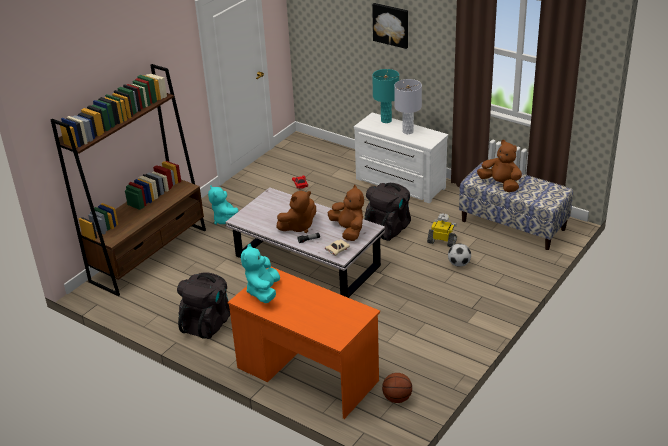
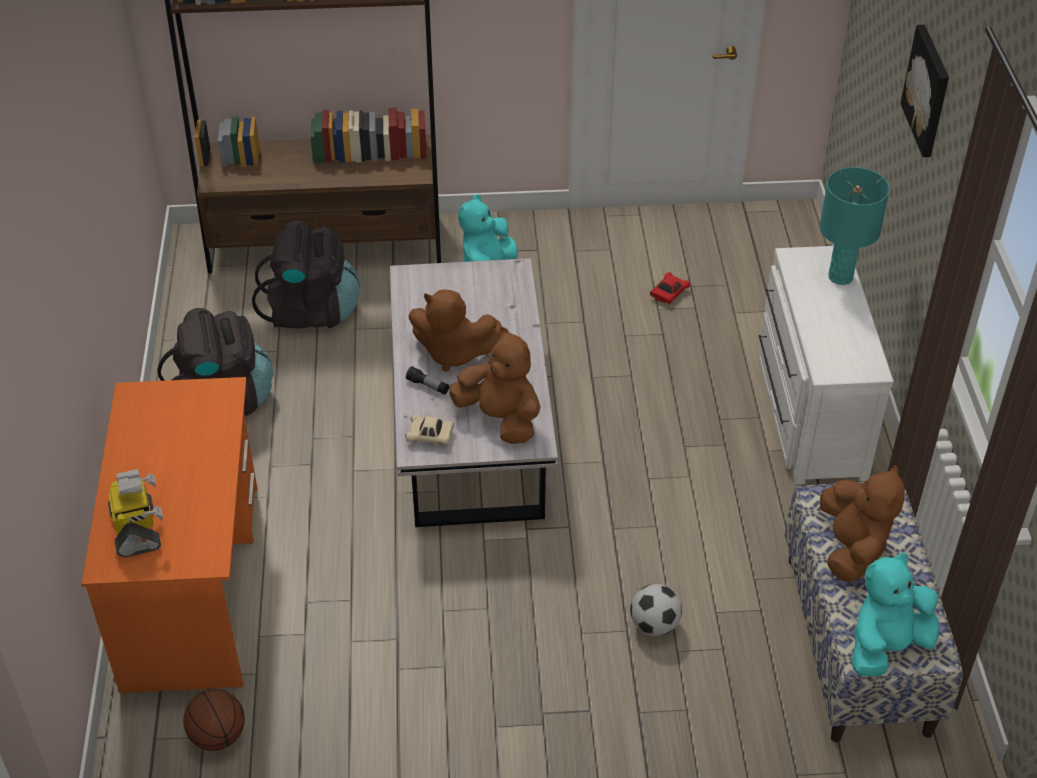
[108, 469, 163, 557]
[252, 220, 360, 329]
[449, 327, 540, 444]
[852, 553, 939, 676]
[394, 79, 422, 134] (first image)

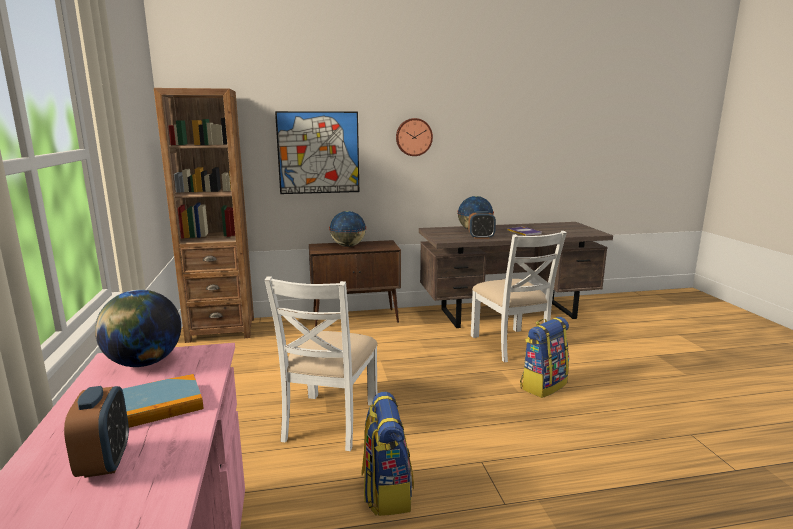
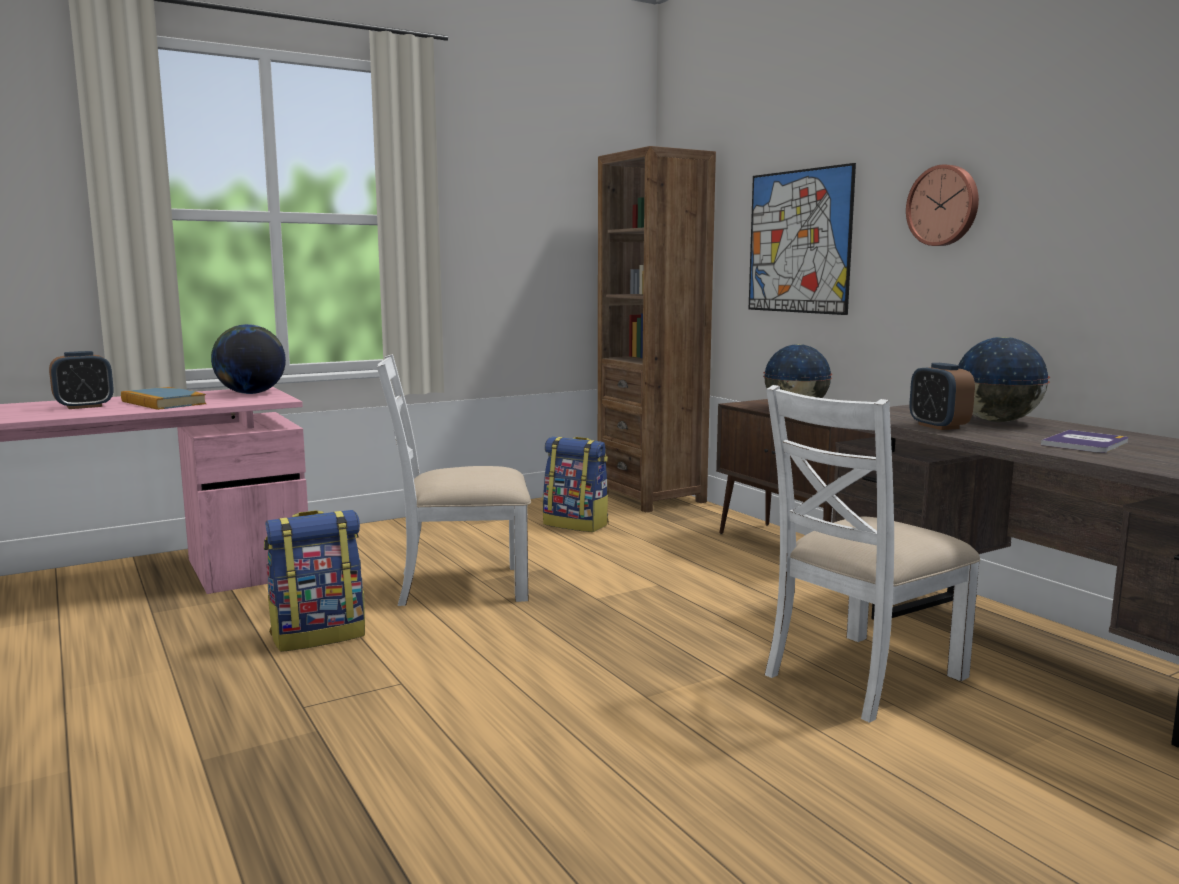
[543, 437, 609, 532]

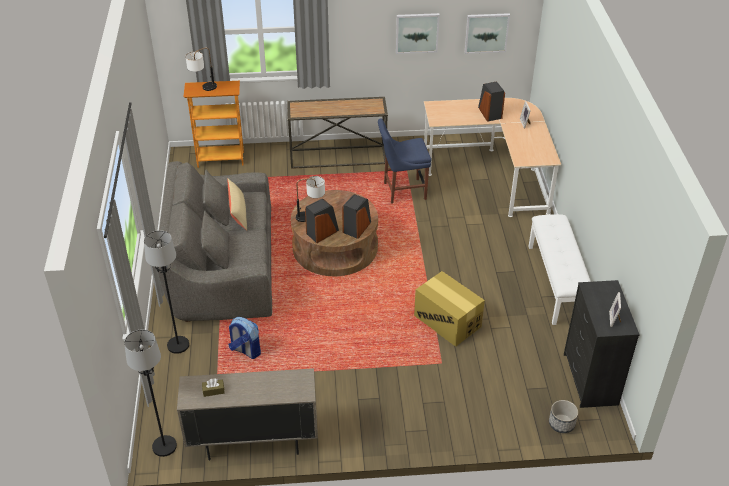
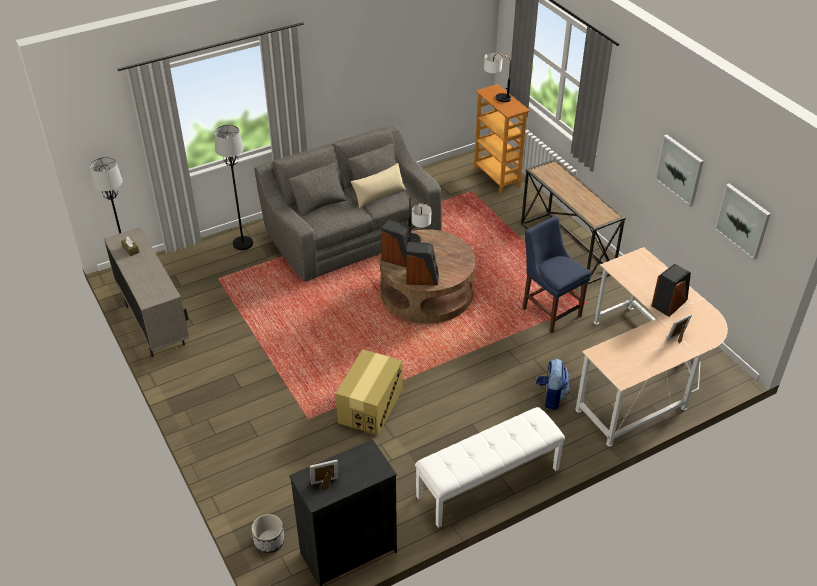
[536, 359, 570, 410]

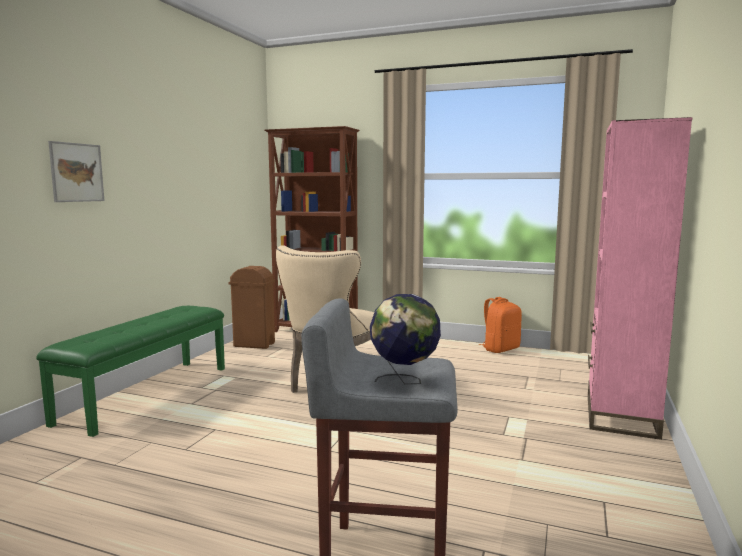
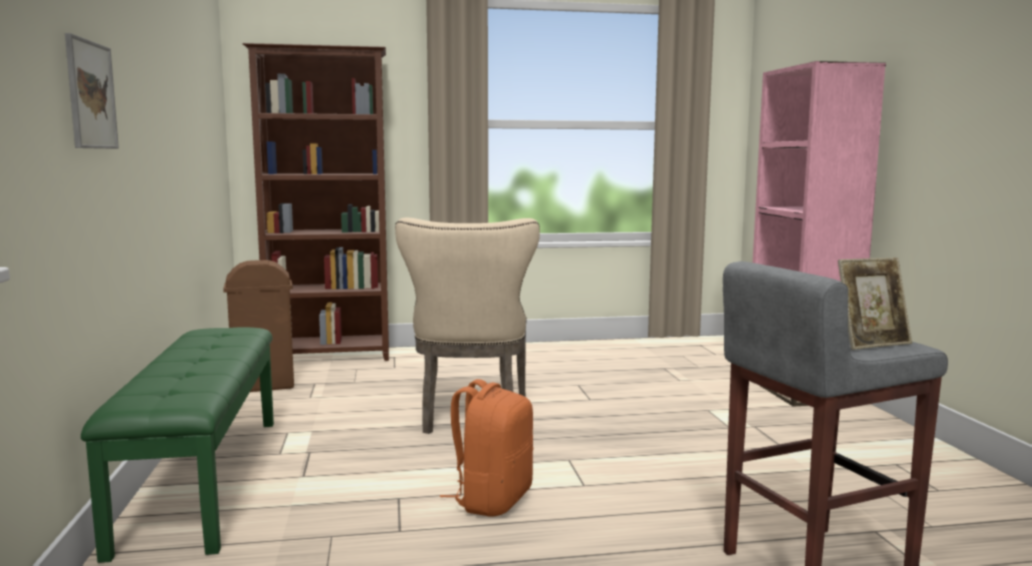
[440, 379, 533, 517]
[838, 258, 912, 350]

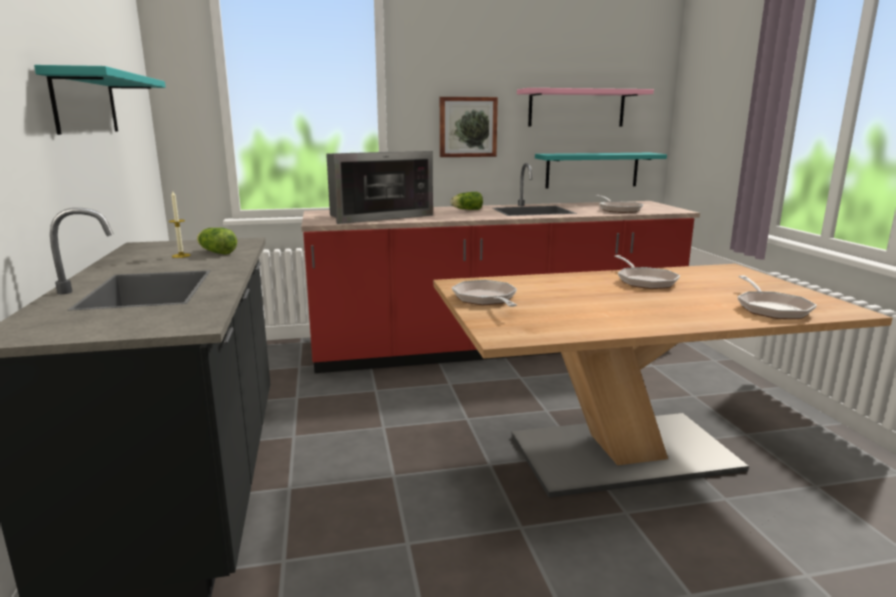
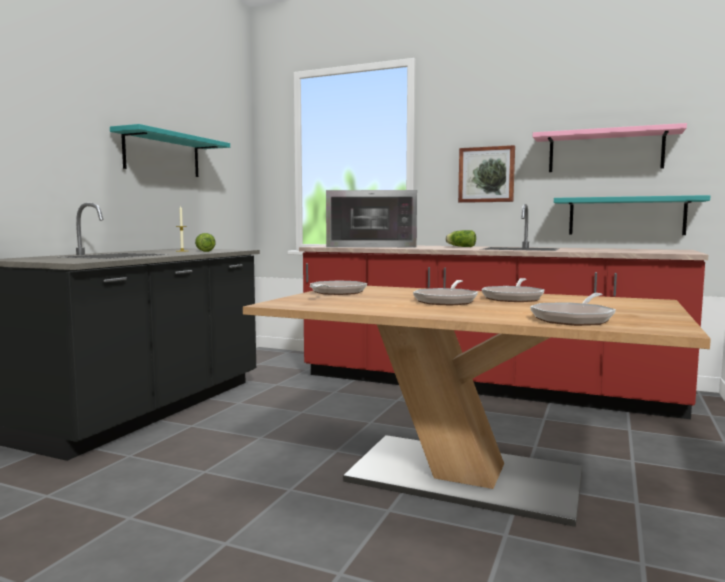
[413, 280, 478, 306]

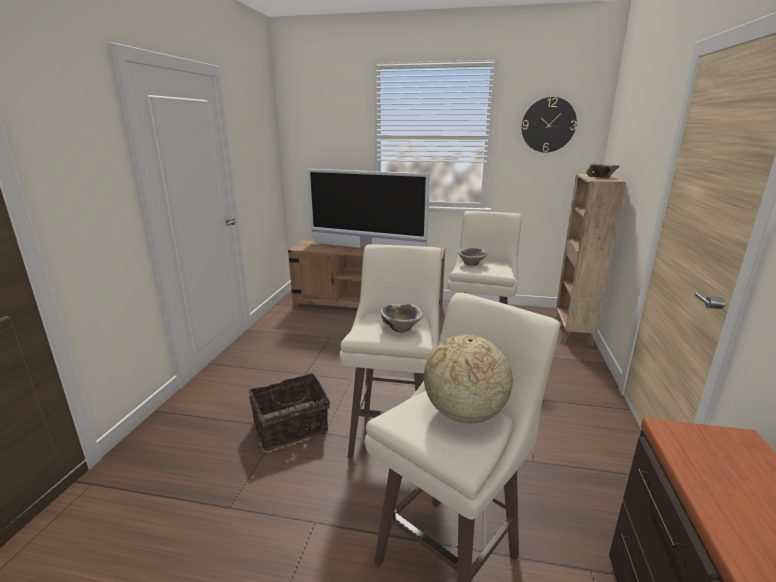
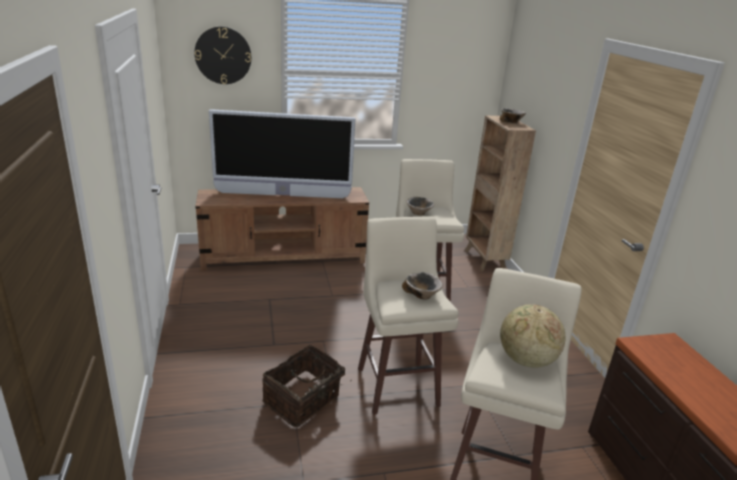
[194, 27, 251, 84]

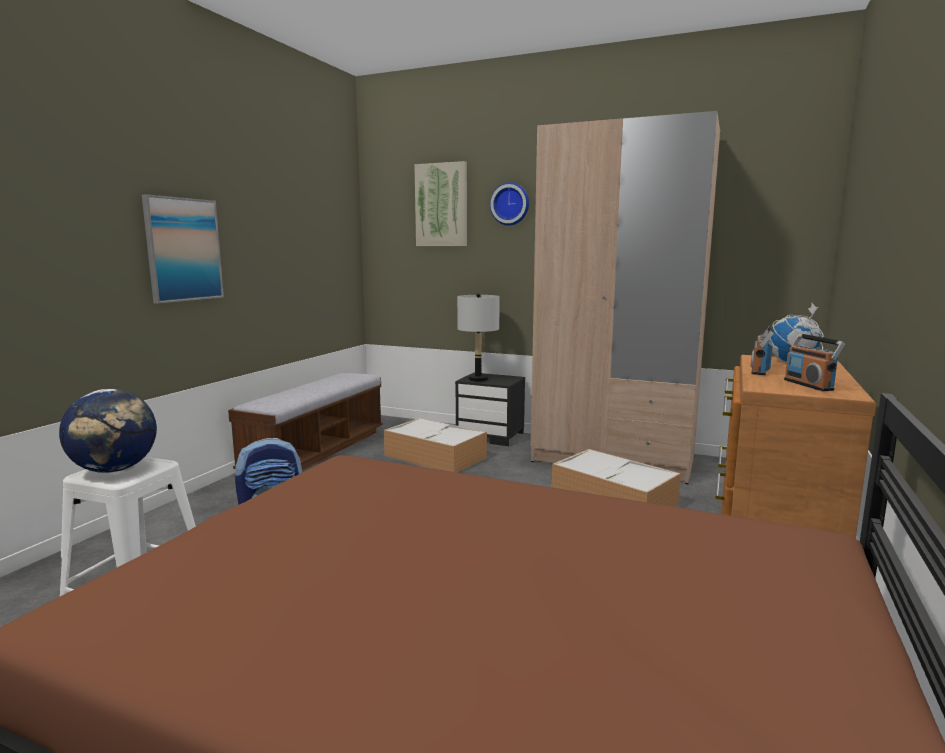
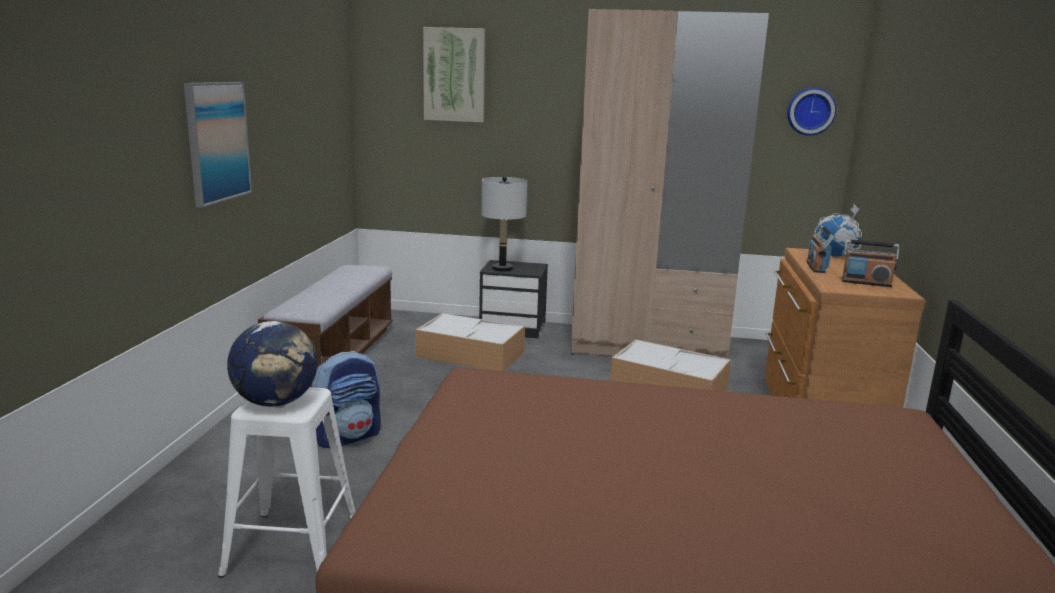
[787, 87, 836, 136]
[842, 239, 899, 287]

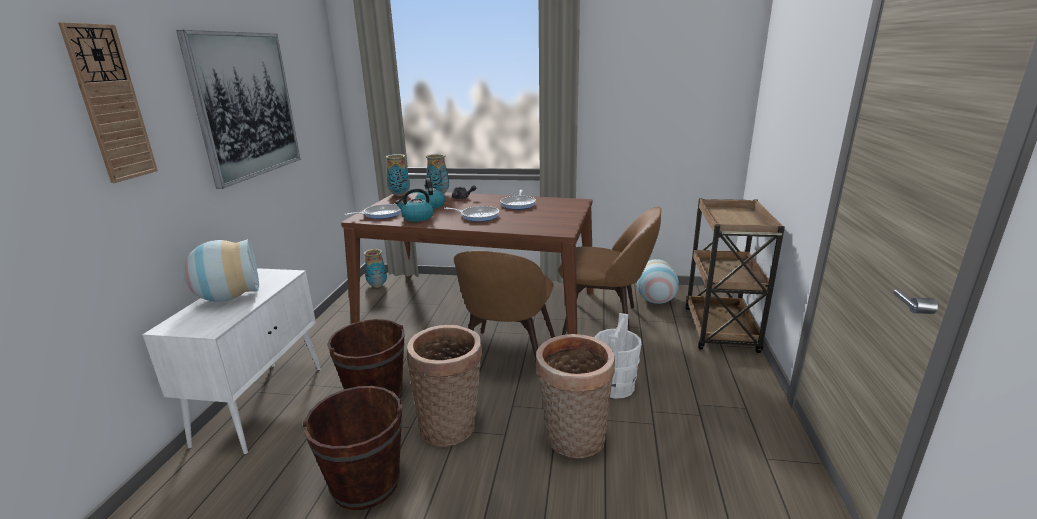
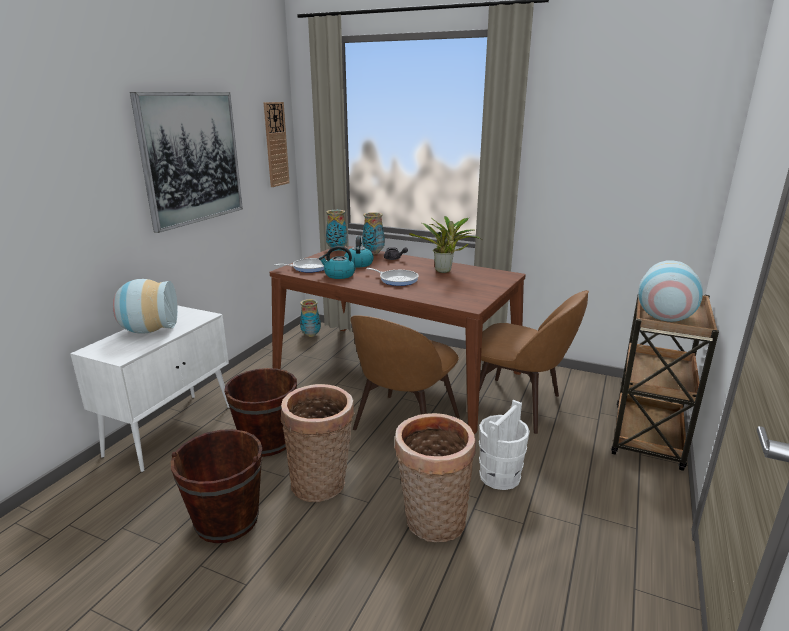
[263, 102, 290, 187]
[409, 216, 482, 273]
[638, 260, 703, 322]

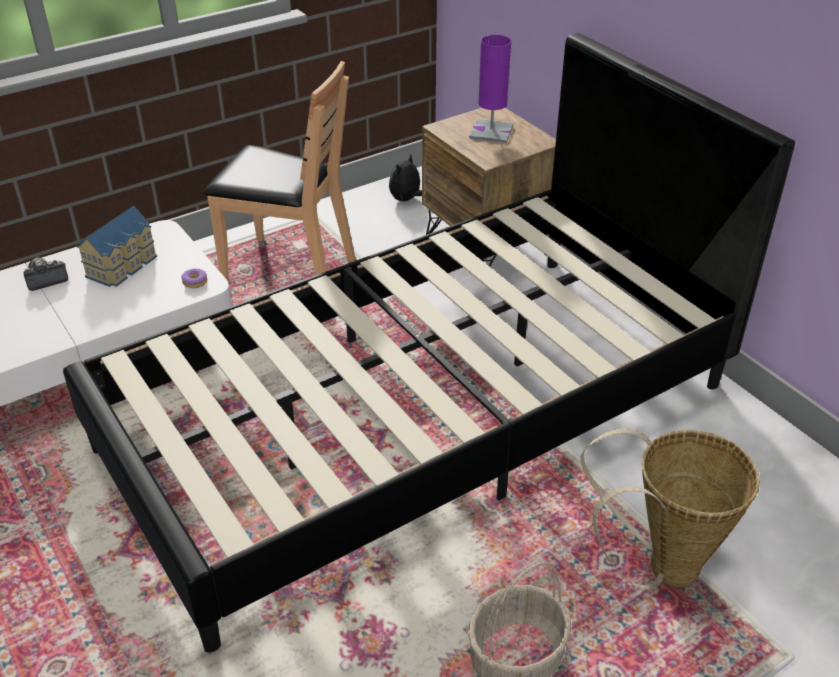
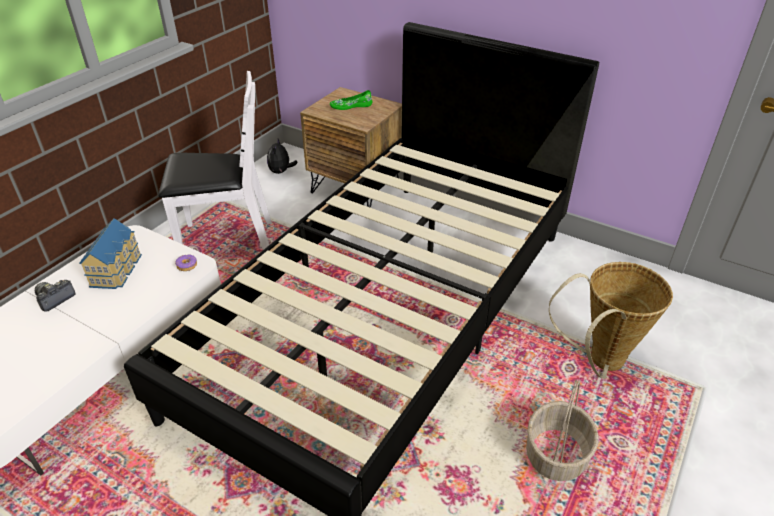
[158, 71, 272, 250]
[330, 90, 372, 110]

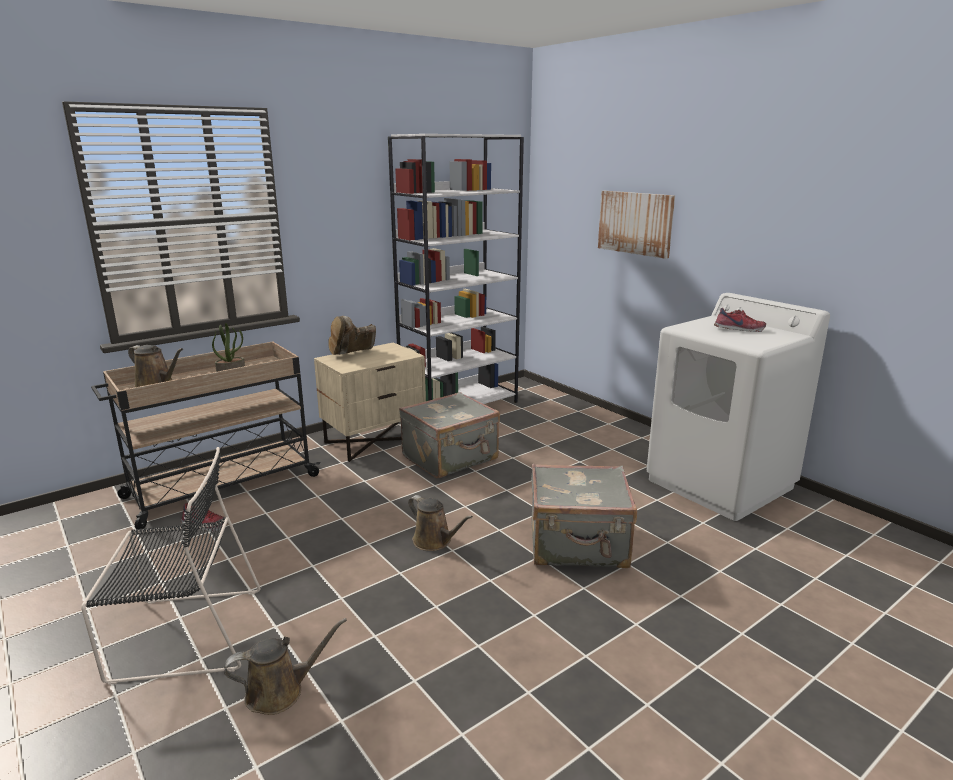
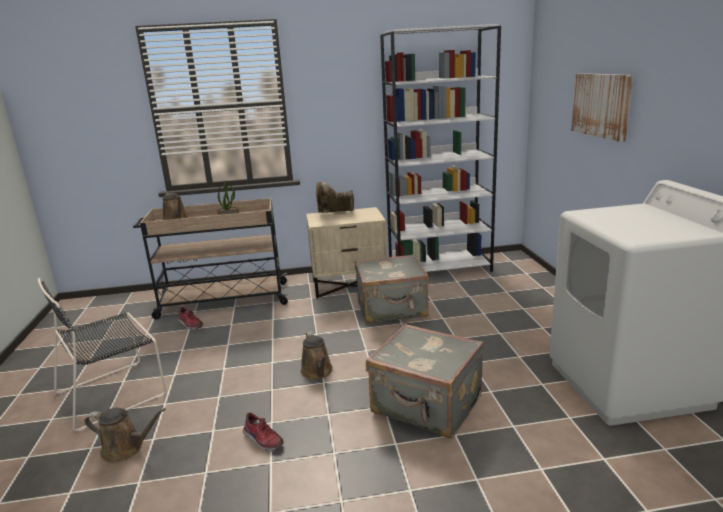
[38, 278, 166, 431]
[243, 413, 284, 452]

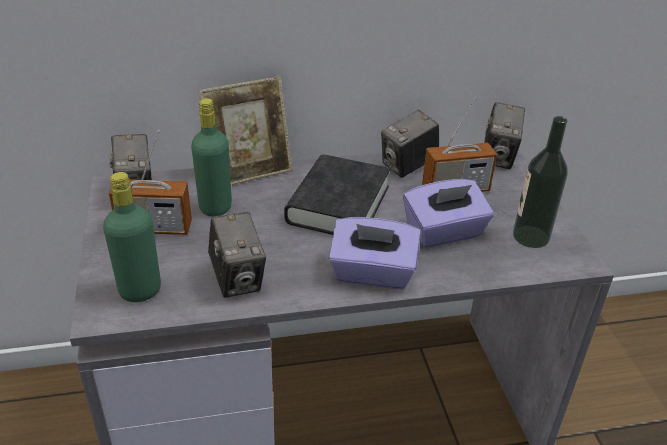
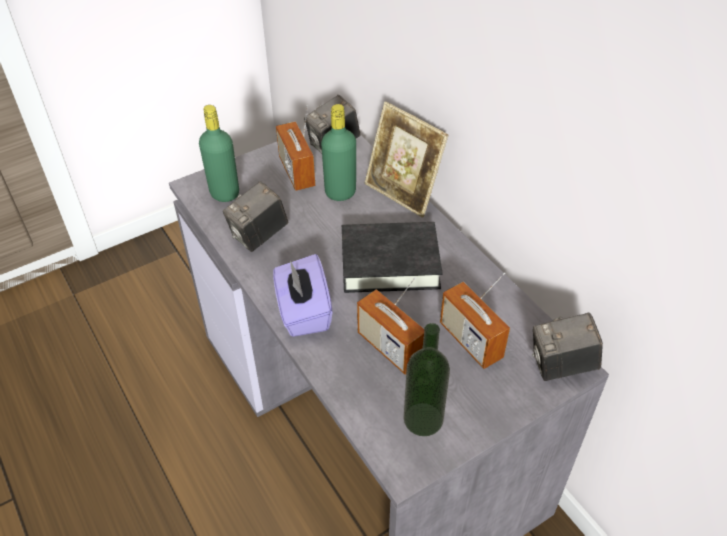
[357, 277, 424, 375]
[381, 110, 439, 178] (first image)

